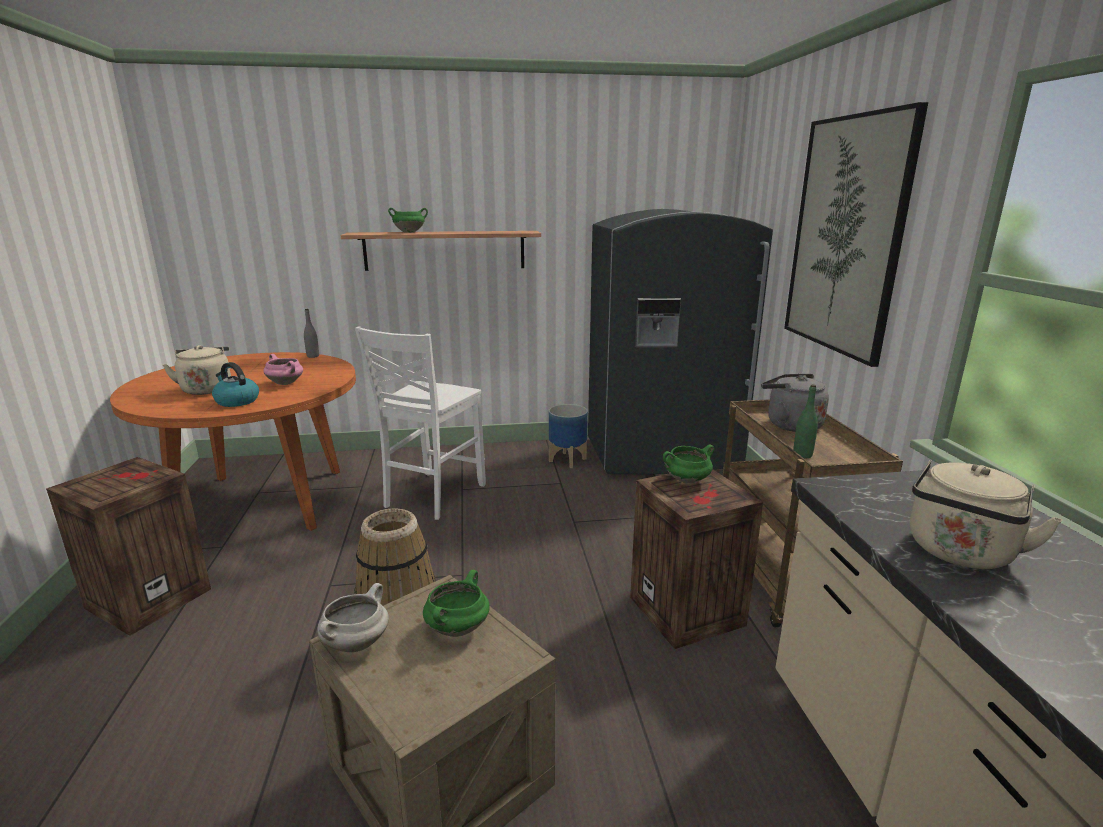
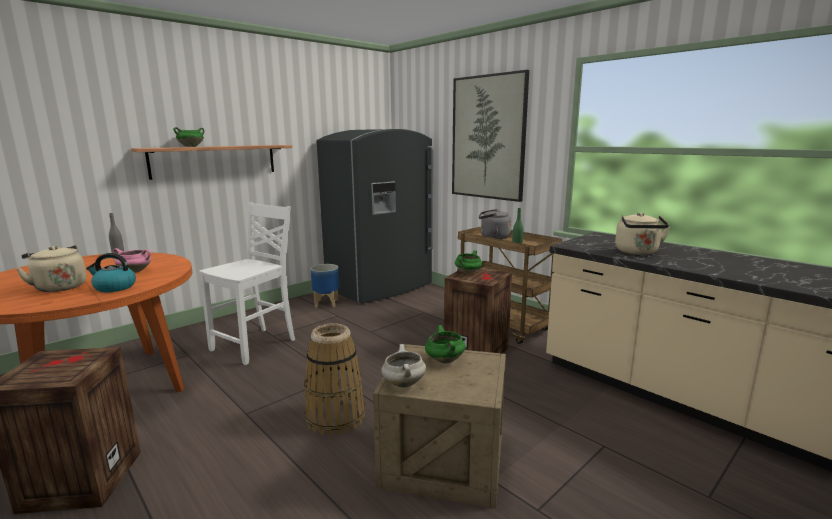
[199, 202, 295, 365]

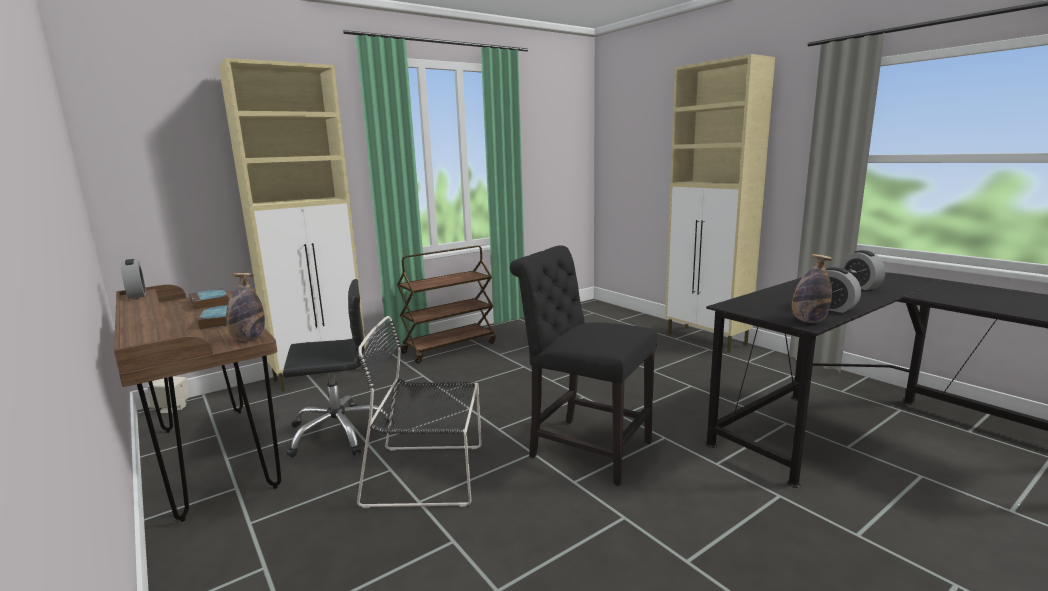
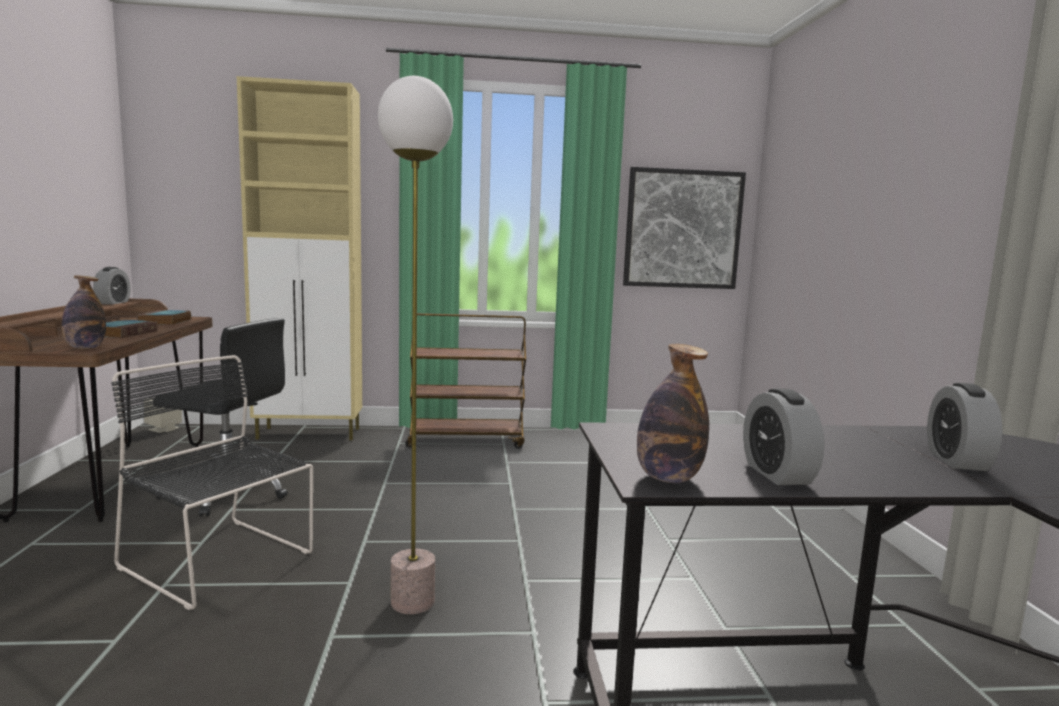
[378, 76, 453, 614]
[623, 167, 746, 289]
[665, 54, 775, 353] (first image)

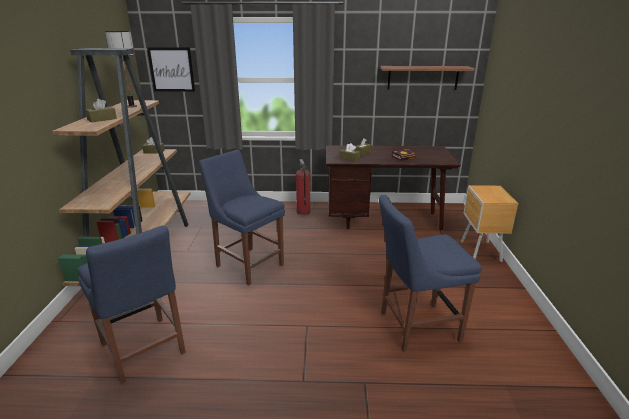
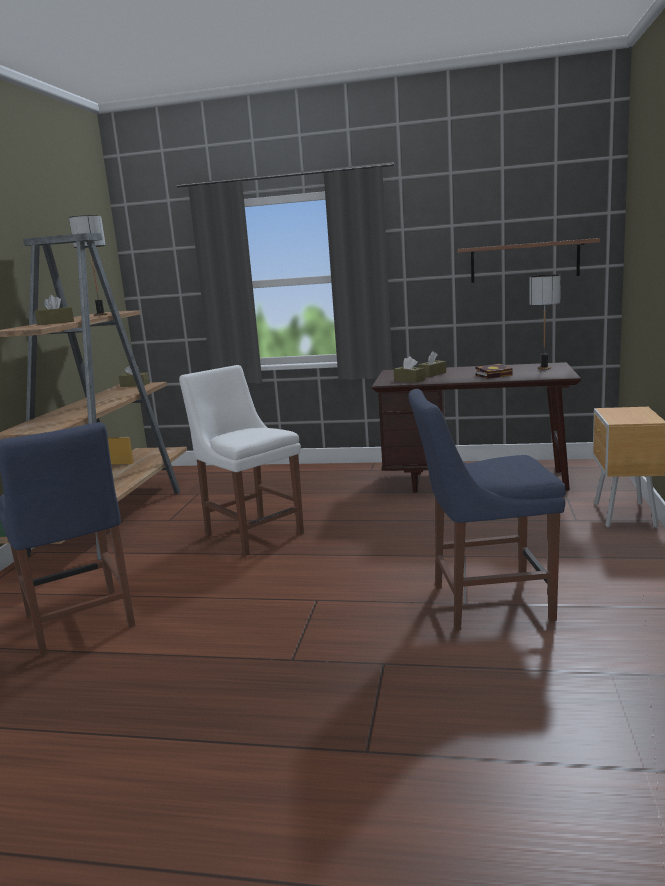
[179, 365, 304, 556]
[529, 274, 561, 370]
[147, 47, 195, 92] (first image)
[296, 159, 311, 215] (first image)

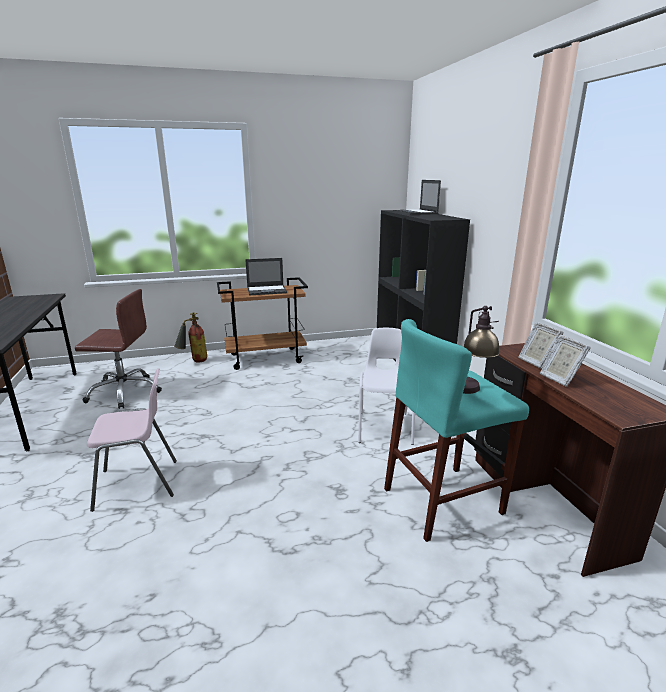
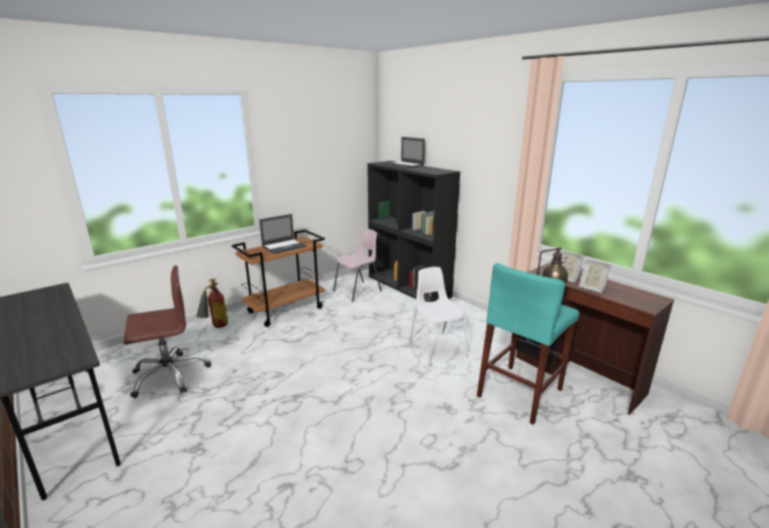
[333, 229, 382, 302]

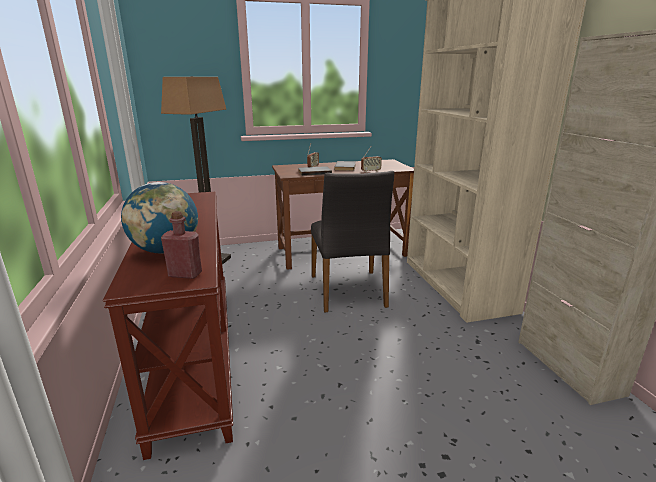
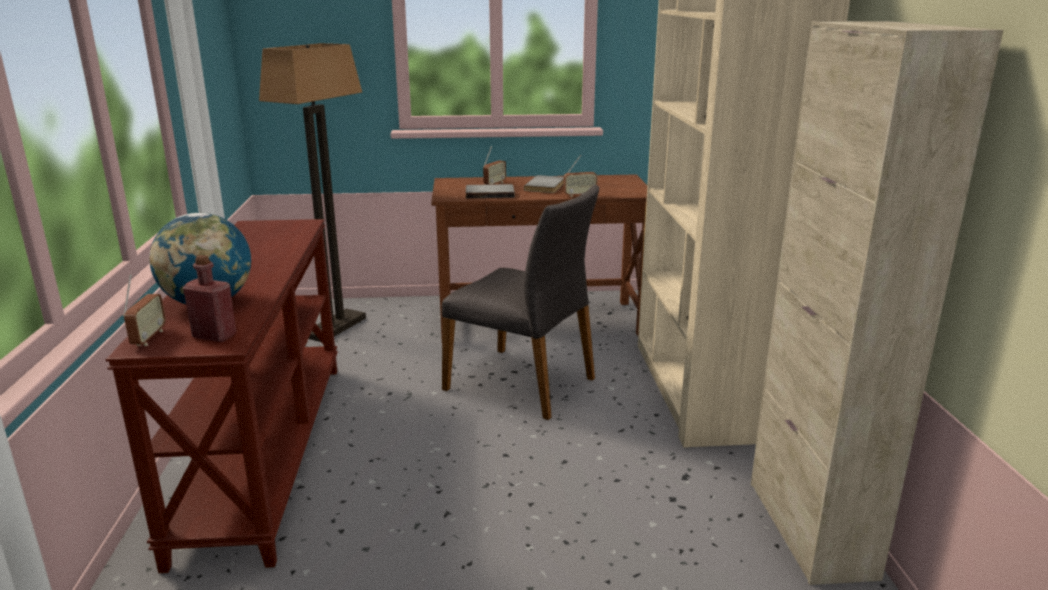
[123, 274, 166, 346]
[442, 185, 599, 420]

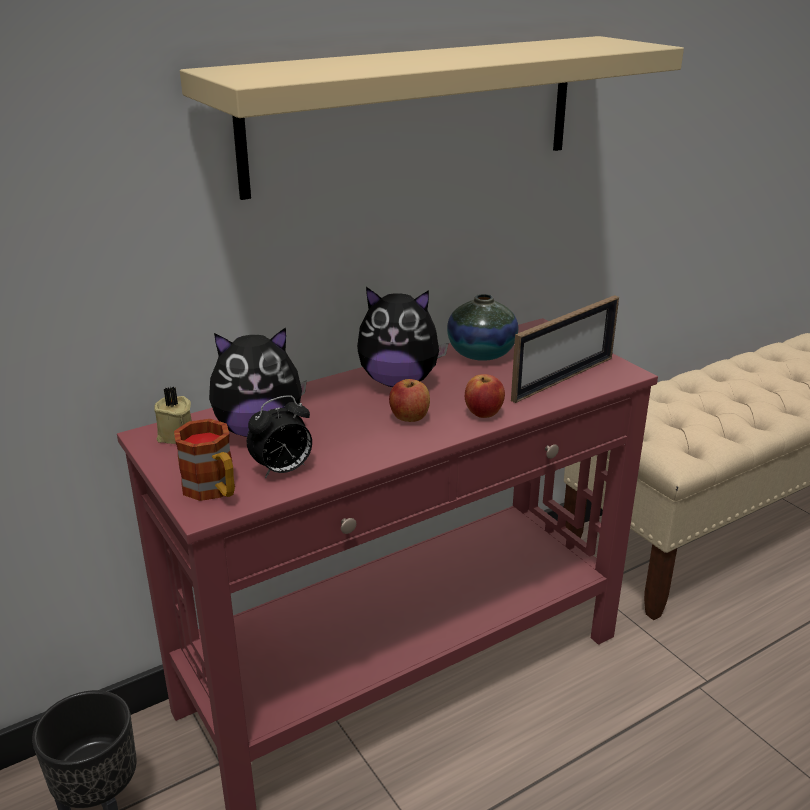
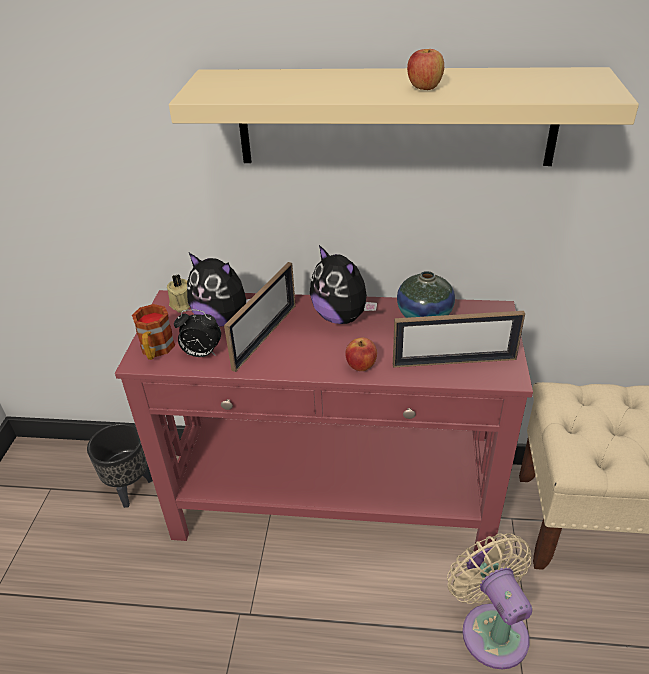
[224, 262, 296, 372]
[407, 49, 444, 90]
[447, 533, 532, 669]

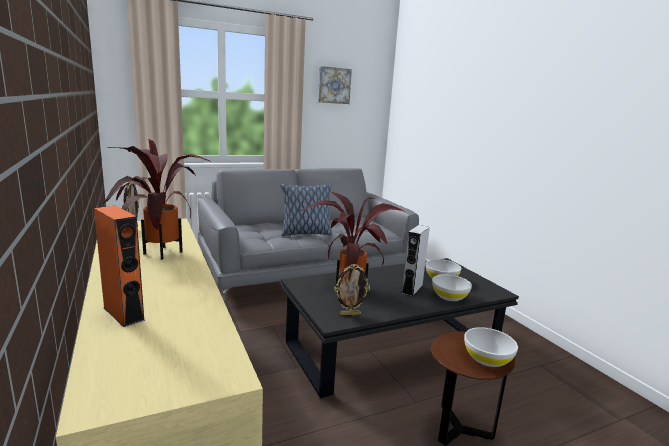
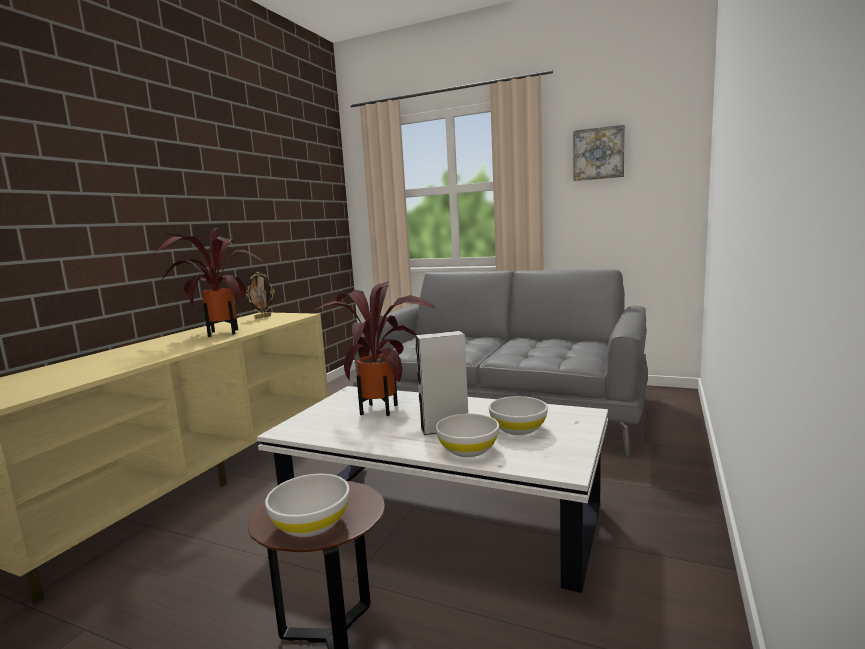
[257, 386, 608, 593]
[94, 205, 145, 327] (first image)
[280, 184, 332, 236] (first image)
[334, 264, 370, 315] (first image)

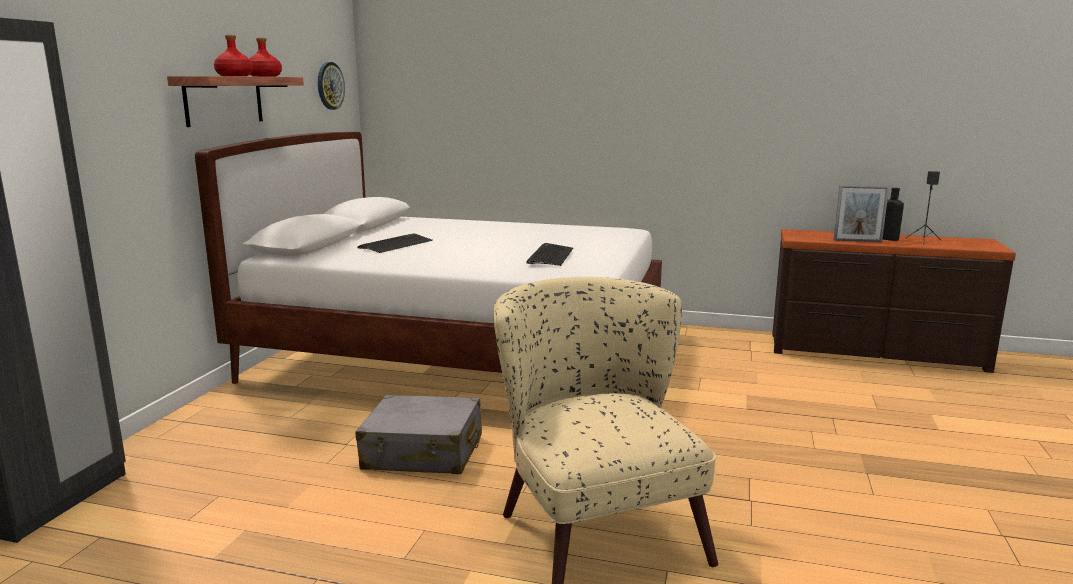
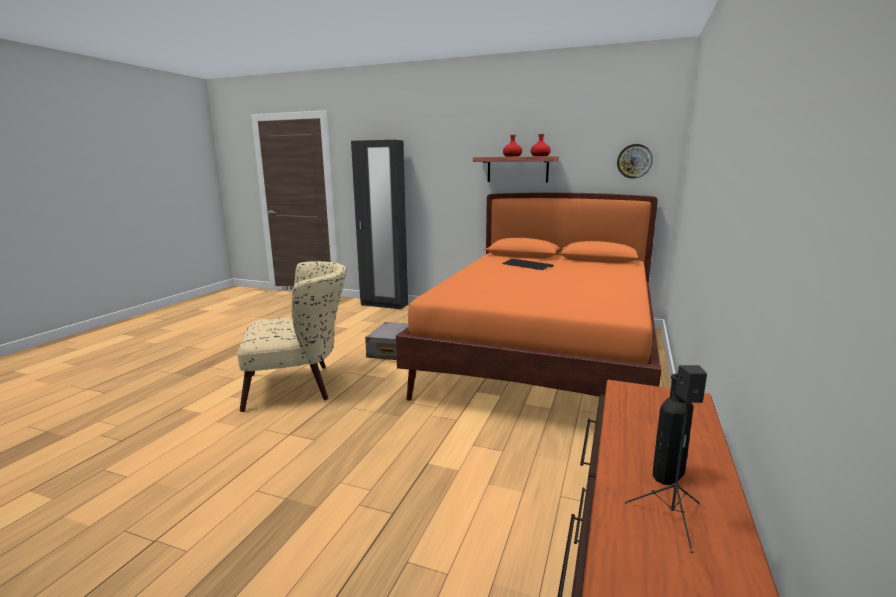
[396, 192, 661, 401]
[526, 243, 573, 266] (first image)
[833, 185, 889, 242] (first image)

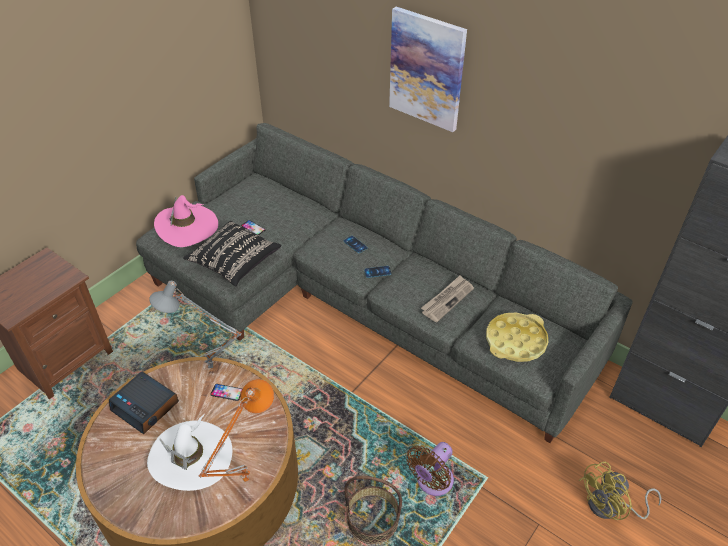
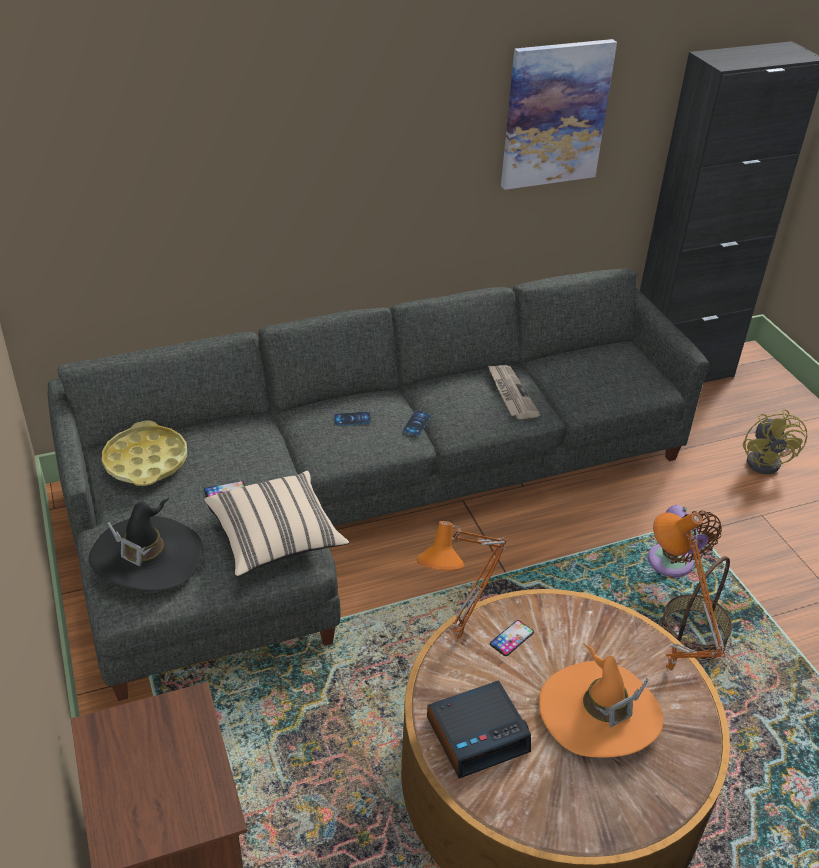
[89, 497, 203, 591]
[102, 420, 187, 486]
[204, 471, 349, 576]
[417, 521, 507, 642]
[501, 39, 617, 190]
[539, 644, 664, 757]

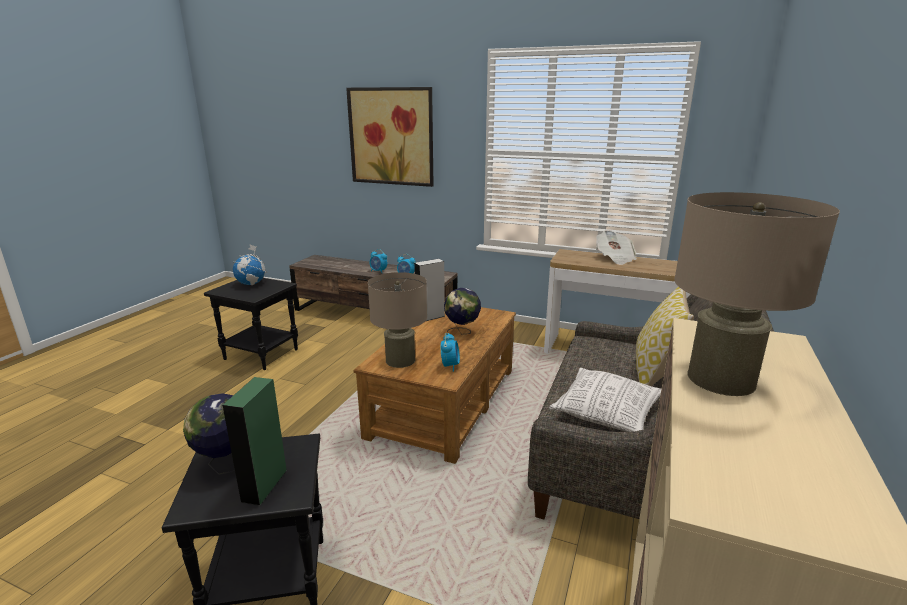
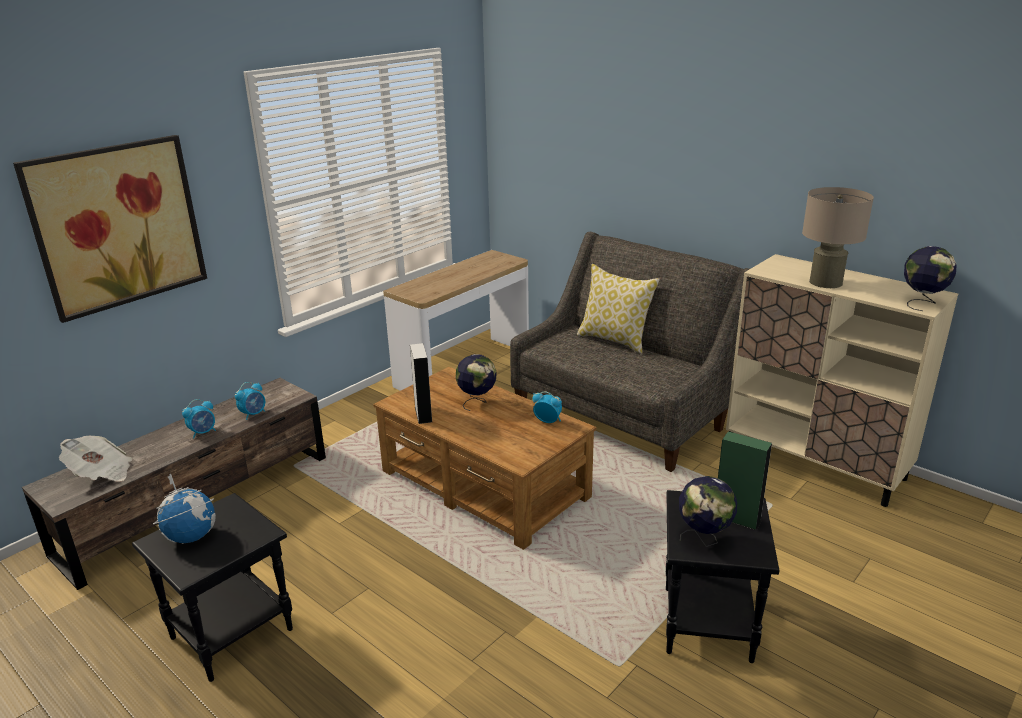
[59, 436, 132, 481]
[904, 246, 957, 311]
[368, 272, 427, 368] (first image)
[549, 368, 661, 432] (first image)

